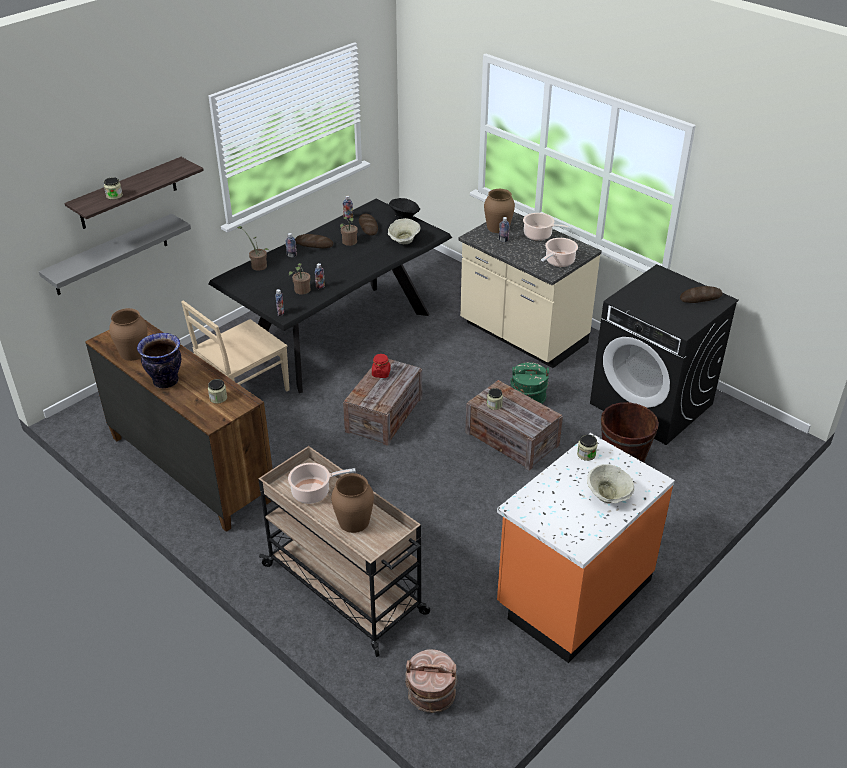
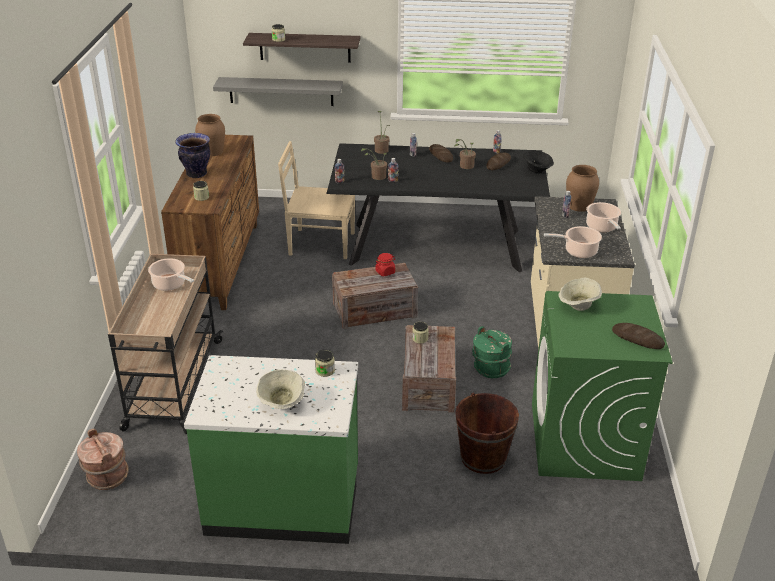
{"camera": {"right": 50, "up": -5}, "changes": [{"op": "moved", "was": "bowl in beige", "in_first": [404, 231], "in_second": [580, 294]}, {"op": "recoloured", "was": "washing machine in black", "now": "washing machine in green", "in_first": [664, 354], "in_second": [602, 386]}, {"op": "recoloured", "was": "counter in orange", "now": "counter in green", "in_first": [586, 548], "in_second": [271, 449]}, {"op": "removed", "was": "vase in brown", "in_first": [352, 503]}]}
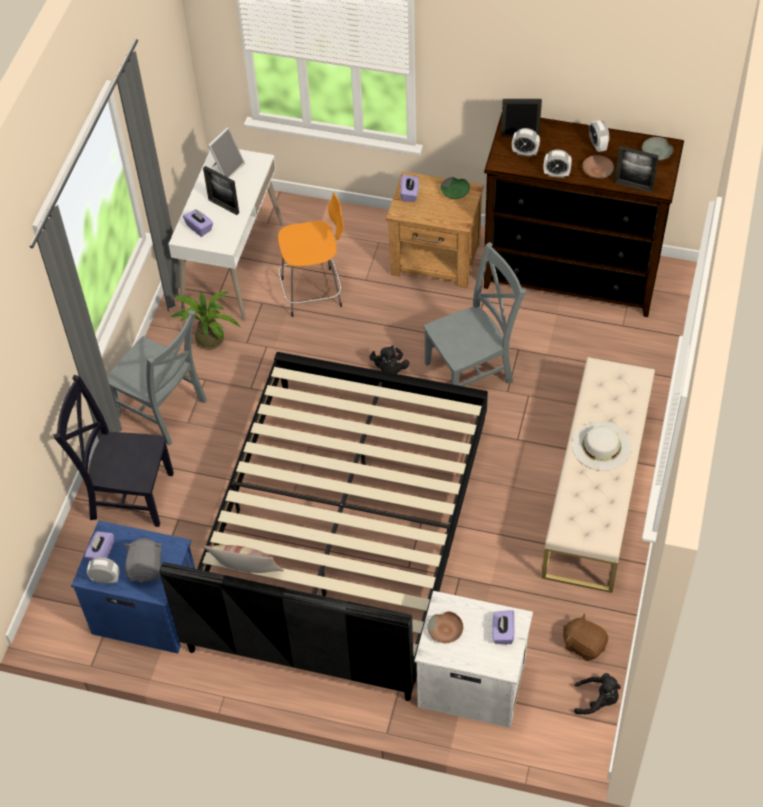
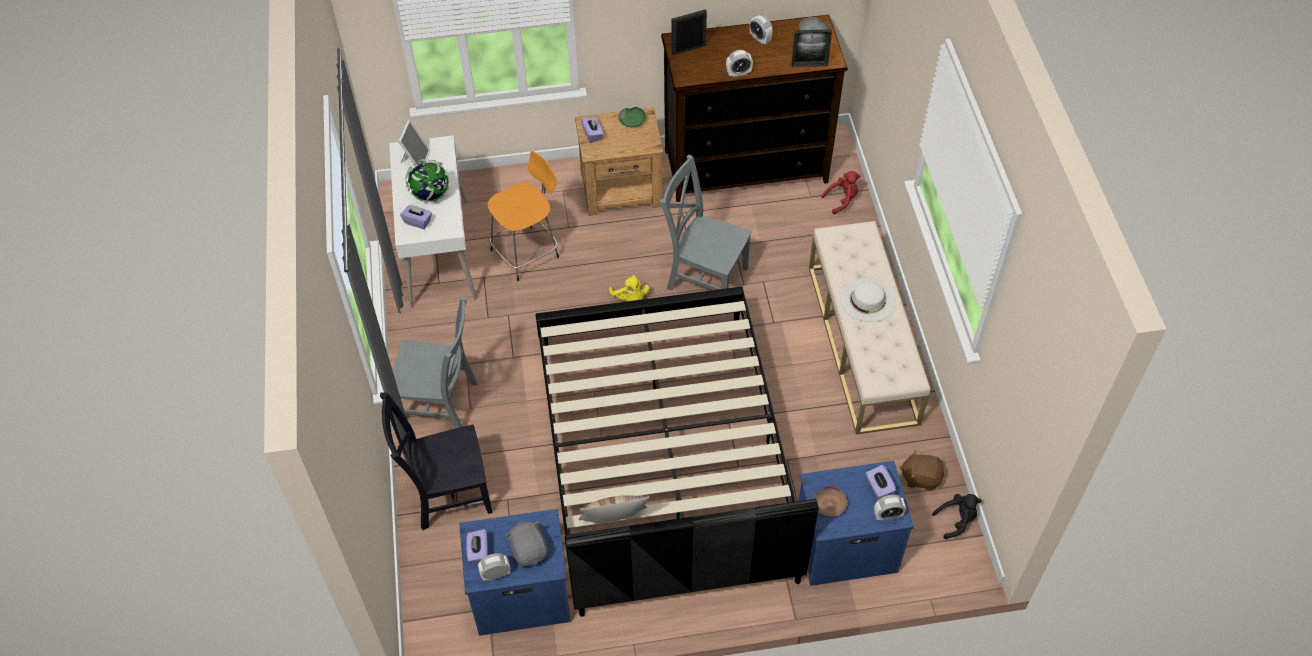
{"camera": {"right": -25, "up": 0}, "changes": [{"op": "moved", "was": "alarm clock", "in_first": [526, 142], "in_second": [890, 508]}, {"op": "removed", "was": "bowl in brown", "in_first": [598, 167]}, {"op": "replaced", "was": "picture frame", "now": "globe", "in_first": [221, 190], "in_second": [427, 180]}, {"op": "turned", "was": "chair in grey", "in_first": [474, 314], "in_second": [706, 222], "clockwise": -105}, {"op": "removed", "was": "potted plant", "in_first": [206, 321]}, {"op": "recoloured", "was": "plush toy in black", "now": "plush toy in yellow", "in_first": [389, 359], "in_second": [629, 288]}, {"op": "recoloured", "was": "nightstand in white", "now": "nightstand in blue", "in_first": [473, 659], "in_second": [856, 523]}, {"op": "added", "now": "plush toy in red", "in_second": [841, 192]}]}
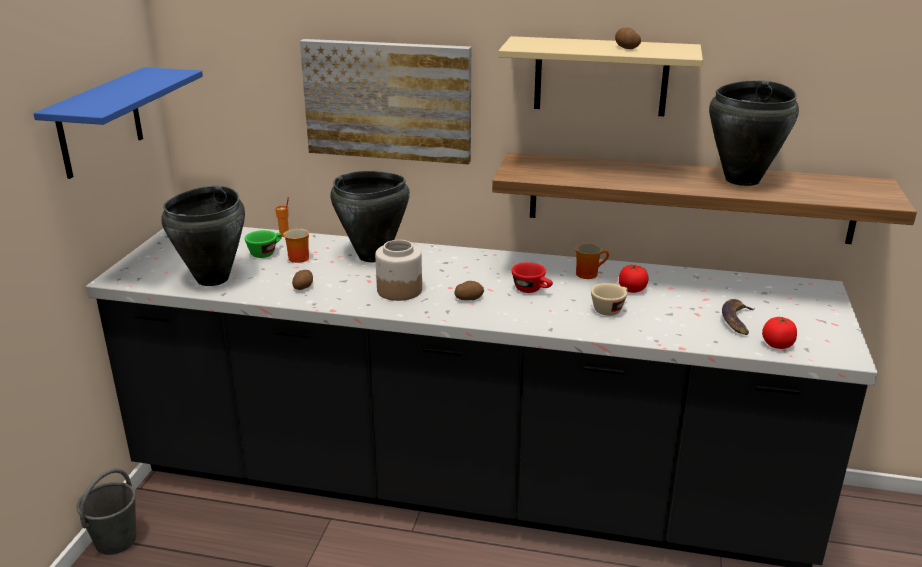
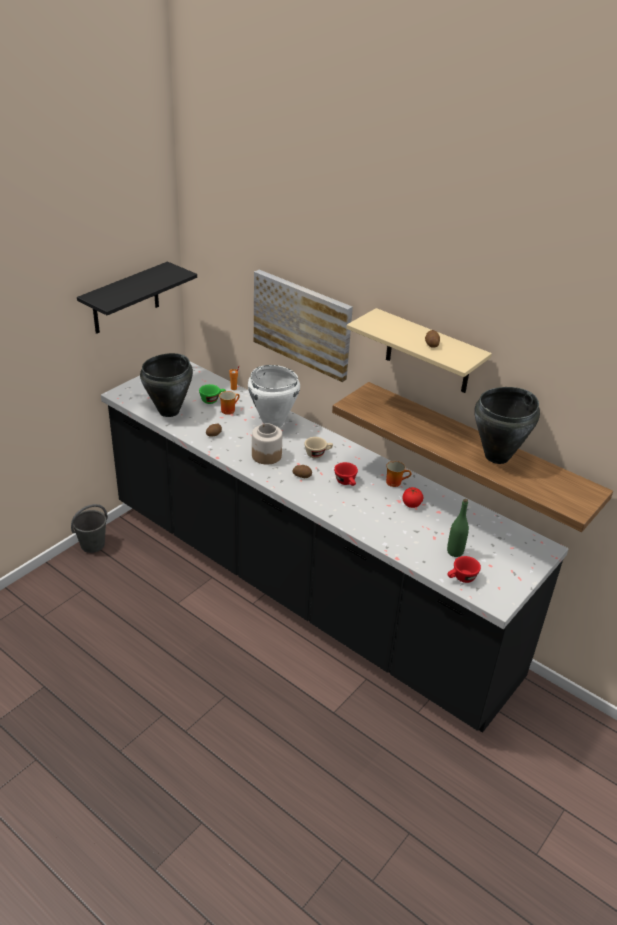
{"camera": {"right": 25, "up": 10}, "changes": [{"op": "recoloured", "was": "shelf in blue", "now": "shelf in black", "in_first": [118, 123], "in_second": [137, 298]}, {"op": "recoloured", "was": "cooking pot in black", "now": "cooking pot in white", "in_first": [370, 216], "in_second": [274, 396]}, {"op": "moved", "was": "cup in beige", "in_first": [609, 299], "in_second": [318, 447]}, {"op": "replaced", "was": "banana", "now": "bottle in green", "in_first": [738, 317], "in_second": [458, 528]}, {"op": "replaced", "was": "tomato", "now": "cup in red", "in_first": [779, 333], "in_second": [464, 569]}]}
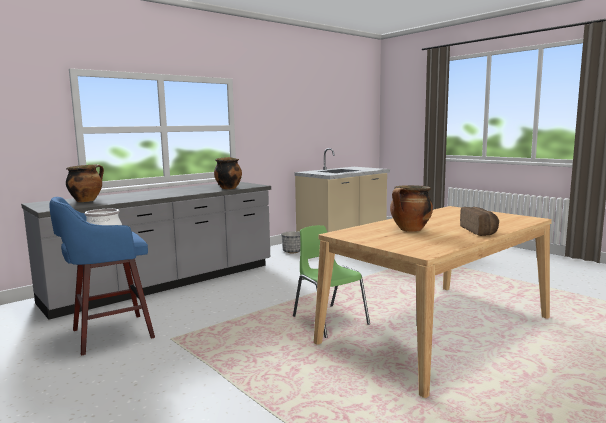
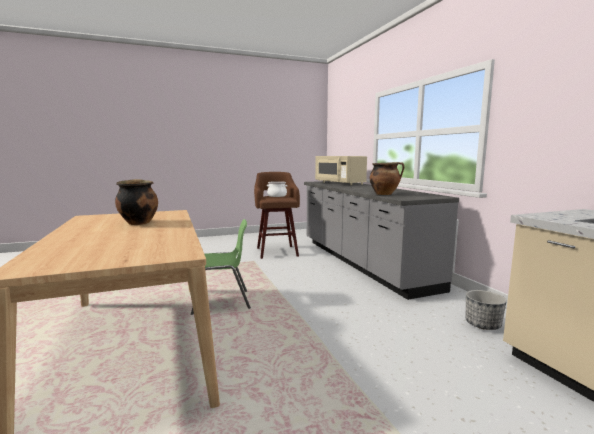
{"camera": {"right": 110, "up": 0}, "changes": [{"op": "replaced", "was": "cooking pot", "now": "microwave in beige", "in_first": [85, 183], "in_second": [341, 170]}, {"op": "recoloured", "was": "stool in blue", "now": "stool in brown", "in_first": [102, 276], "in_second": [277, 215]}, {"op": "removed", "was": "bread", "in_first": [479, 221]}]}
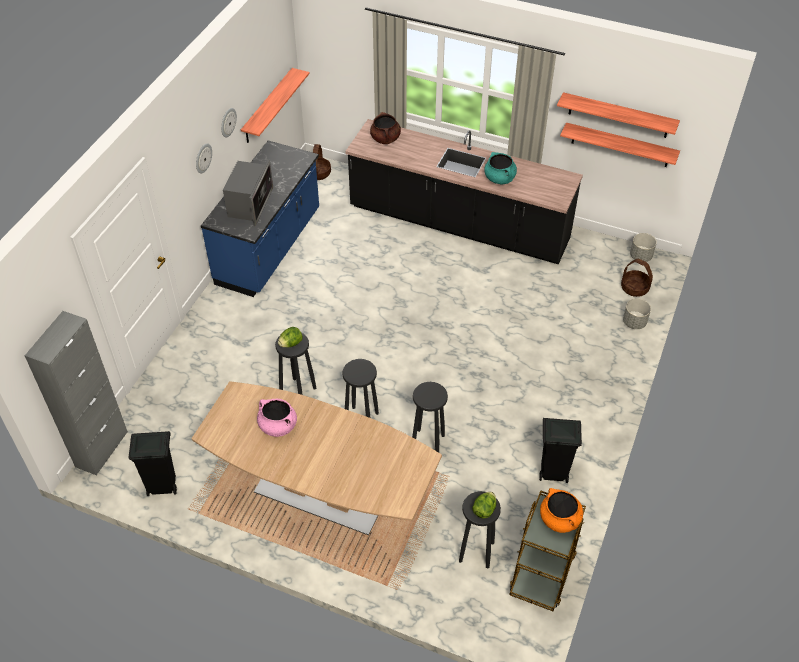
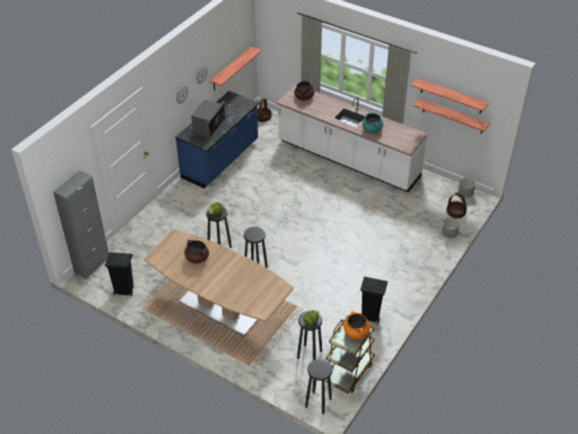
{"camera": {"right": 10, "up": -5}, "changes": [{"op": "recoloured", "was": "counter in black", "now": "counter in white", "in_first": [464, 192], "in_second": [352, 138]}, {"op": "moved", "was": "stool in black", "in_first": [430, 417], "in_second": [319, 386]}, {"op": "recoloured", "was": "cooking pot in pink", "now": "cooking pot in brown", "in_first": [277, 418], "in_second": [196, 252]}]}
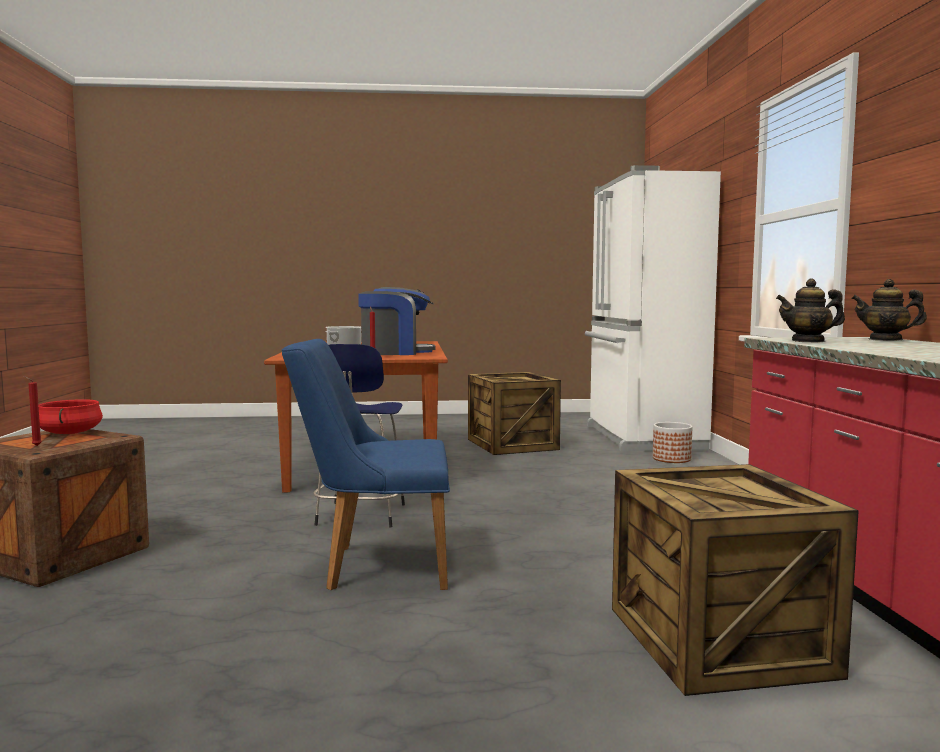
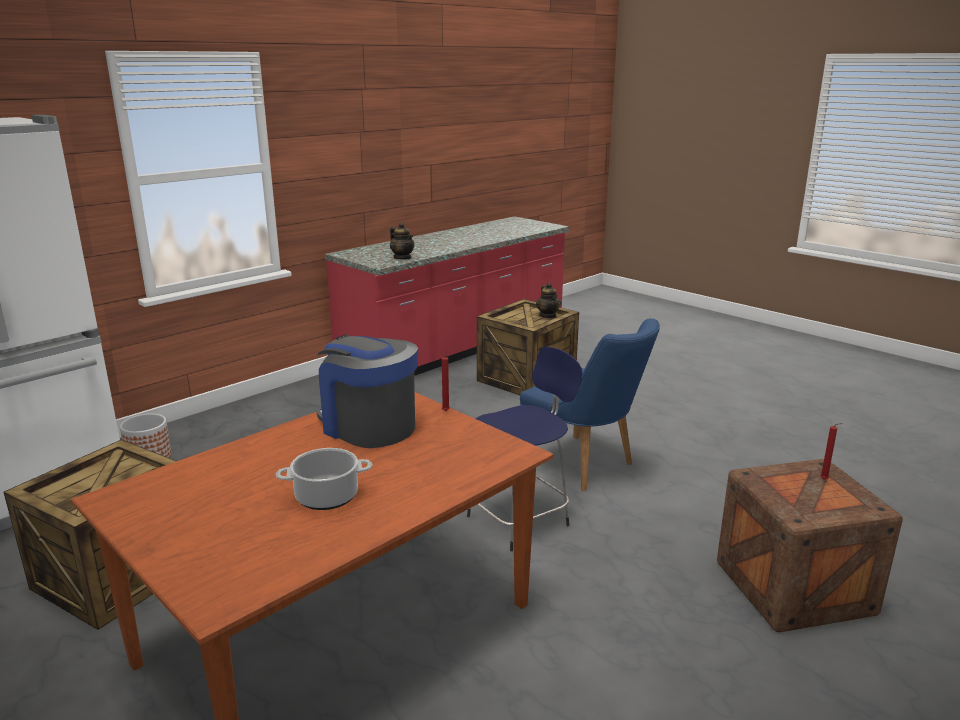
{"camera": {"right": -130, "up": 15}, "changes": [{"op": "moved", "was": "teapot", "in_first": [889, 310], "in_second": [548, 300]}, {"op": "removed", "was": "cooking pot in red", "in_first": [70, 416]}]}
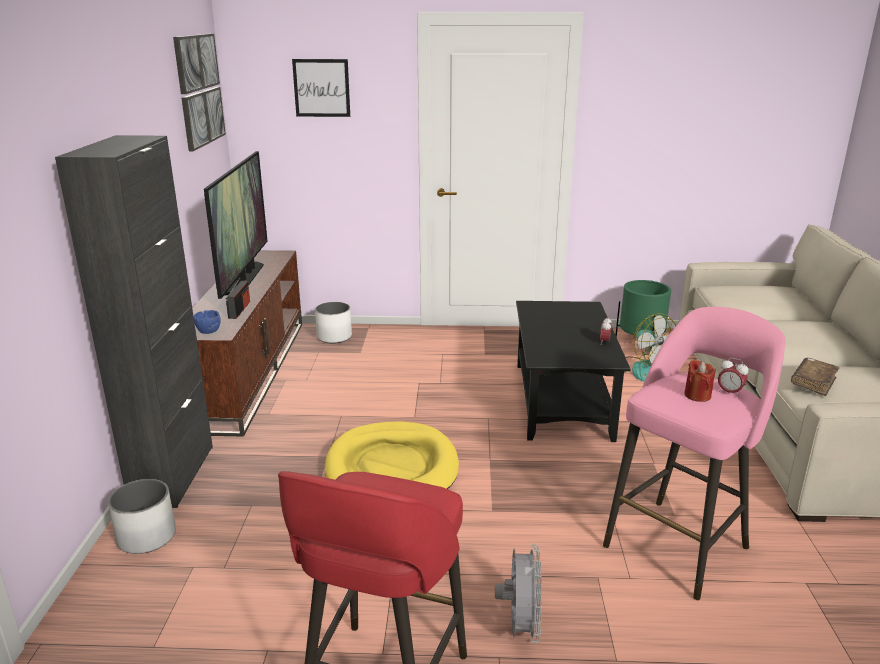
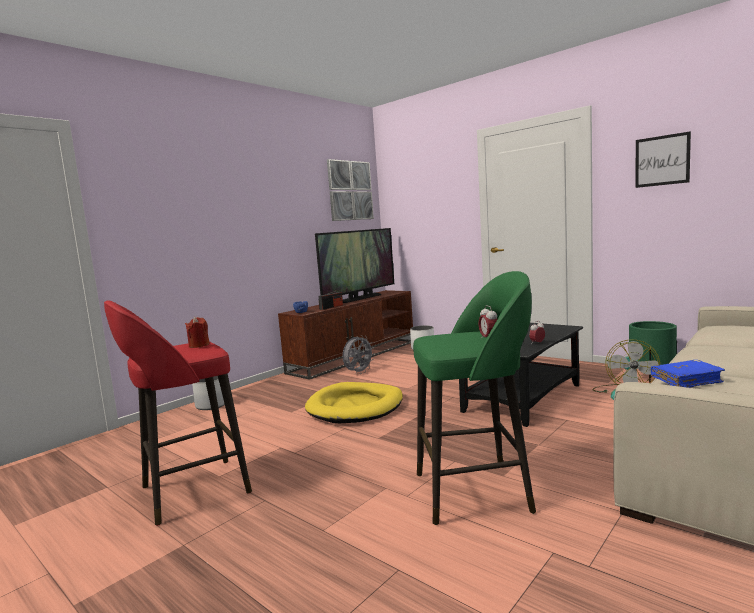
{"camera": {"right": 40, "up": -15}, "changes": [{"op": "moved", "was": "picture", "in_first": [321, 88], "in_second": [663, 159]}, {"op": "removed", "was": "cabinet in black", "in_first": [134, 321]}, {"op": "recoloured", "was": "stool in pink", "now": "stool in green", "in_first": [694, 453], "in_second": [474, 398]}, {"op": "recoloured", "was": "book in brown", "now": "book in blue", "in_first": [815, 377], "in_second": [688, 374]}, {"op": "moved", "was": "candle in red", "in_first": [700, 381], "in_second": [197, 332]}, {"op": "moved", "was": "fan in grey", "in_first": [518, 593], "in_second": [358, 354]}]}
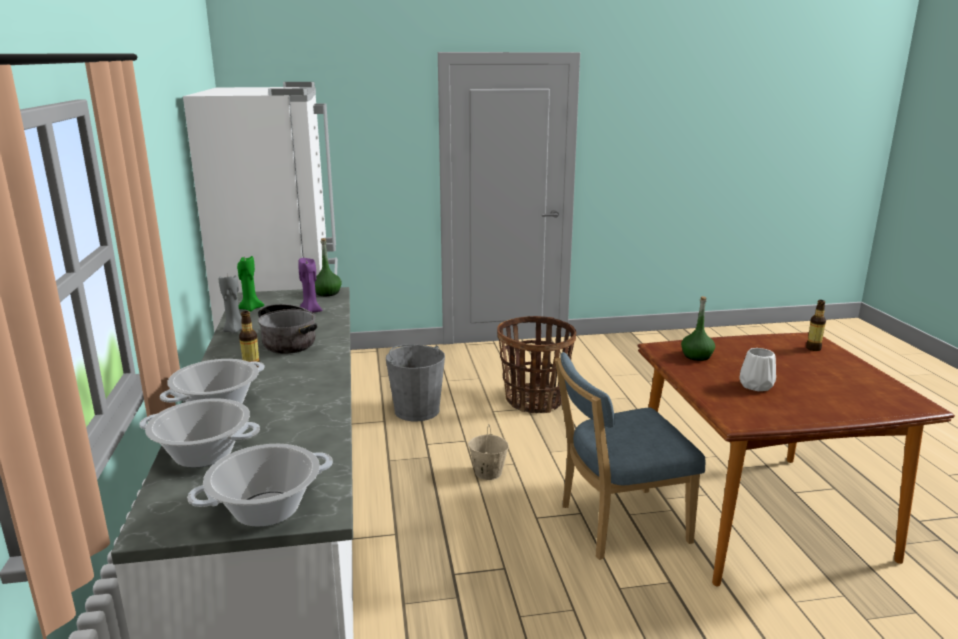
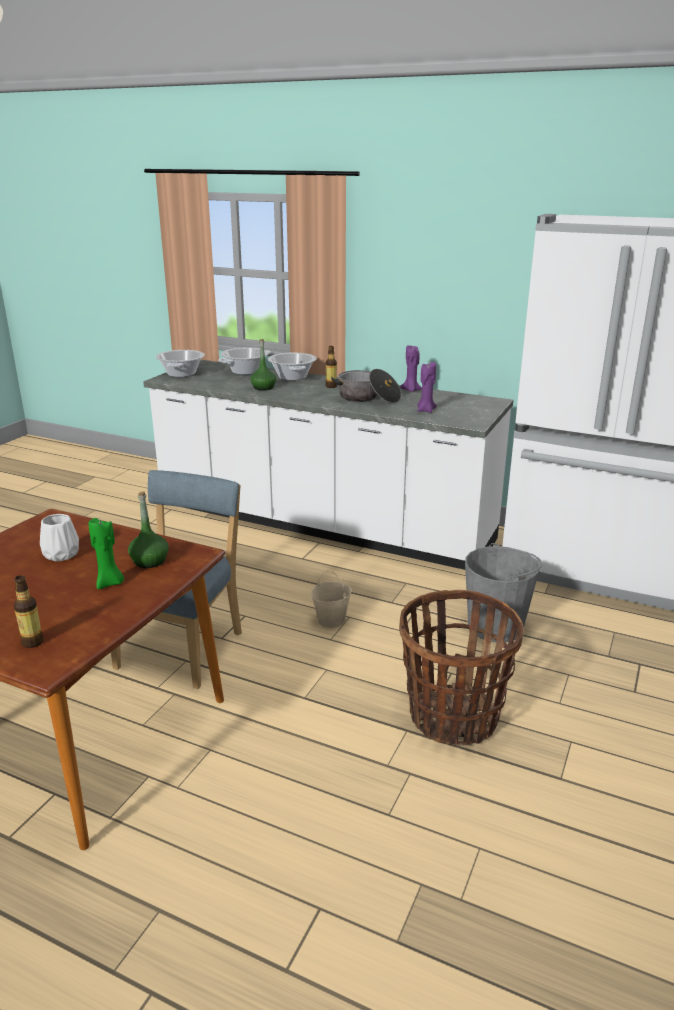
{"camera": {"right": 125, "up": 5}, "changes": [{"op": "moved", "was": "bottle in green", "in_first": [328, 267], "in_second": [263, 365]}, {"op": "moved", "was": "candle in green", "in_first": [250, 283], "in_second": [106, 553]}, {"op": "recoloured", "was": "candle in grey", "now": "candle in purple", "in_first": [230, 303], "in_second": [411, 368]}]}
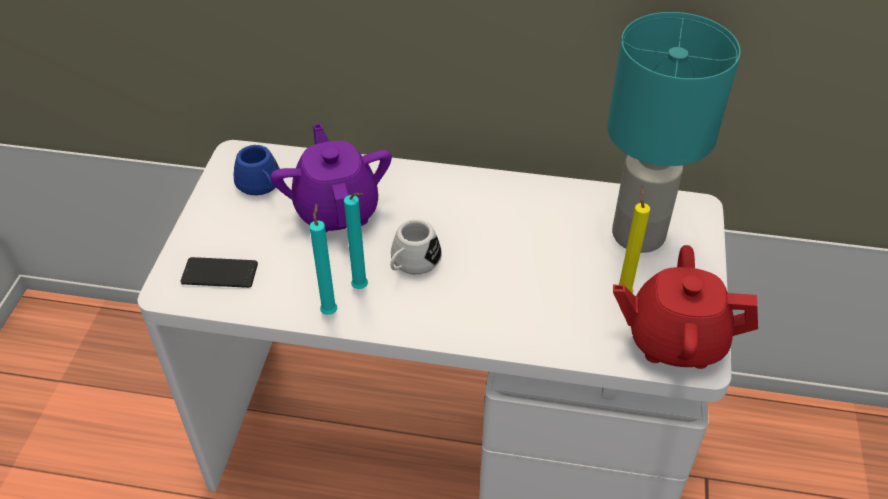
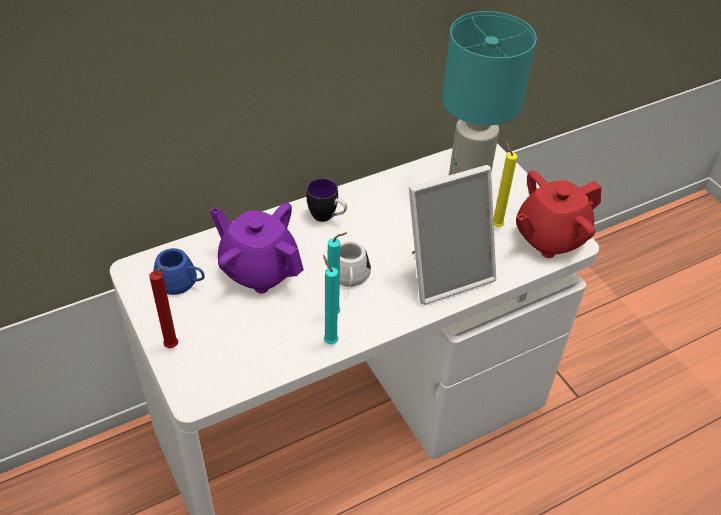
{"camera": {"right": -40, "up": 0}, "changes": [{"op": "removed", "was": "phone", "in_first": [219, 272]}, {"op": "added", "now": "picture frame", "in_second": [452, 235]}, {"op": "added", "now": "mug", "in_second": [327, 200]}, {"op": "added", "now": "candle in red", "in_second": [163, 307]}]}
